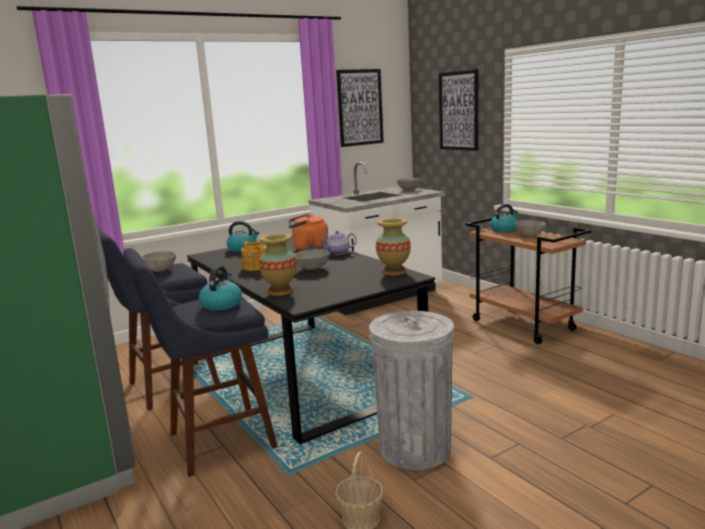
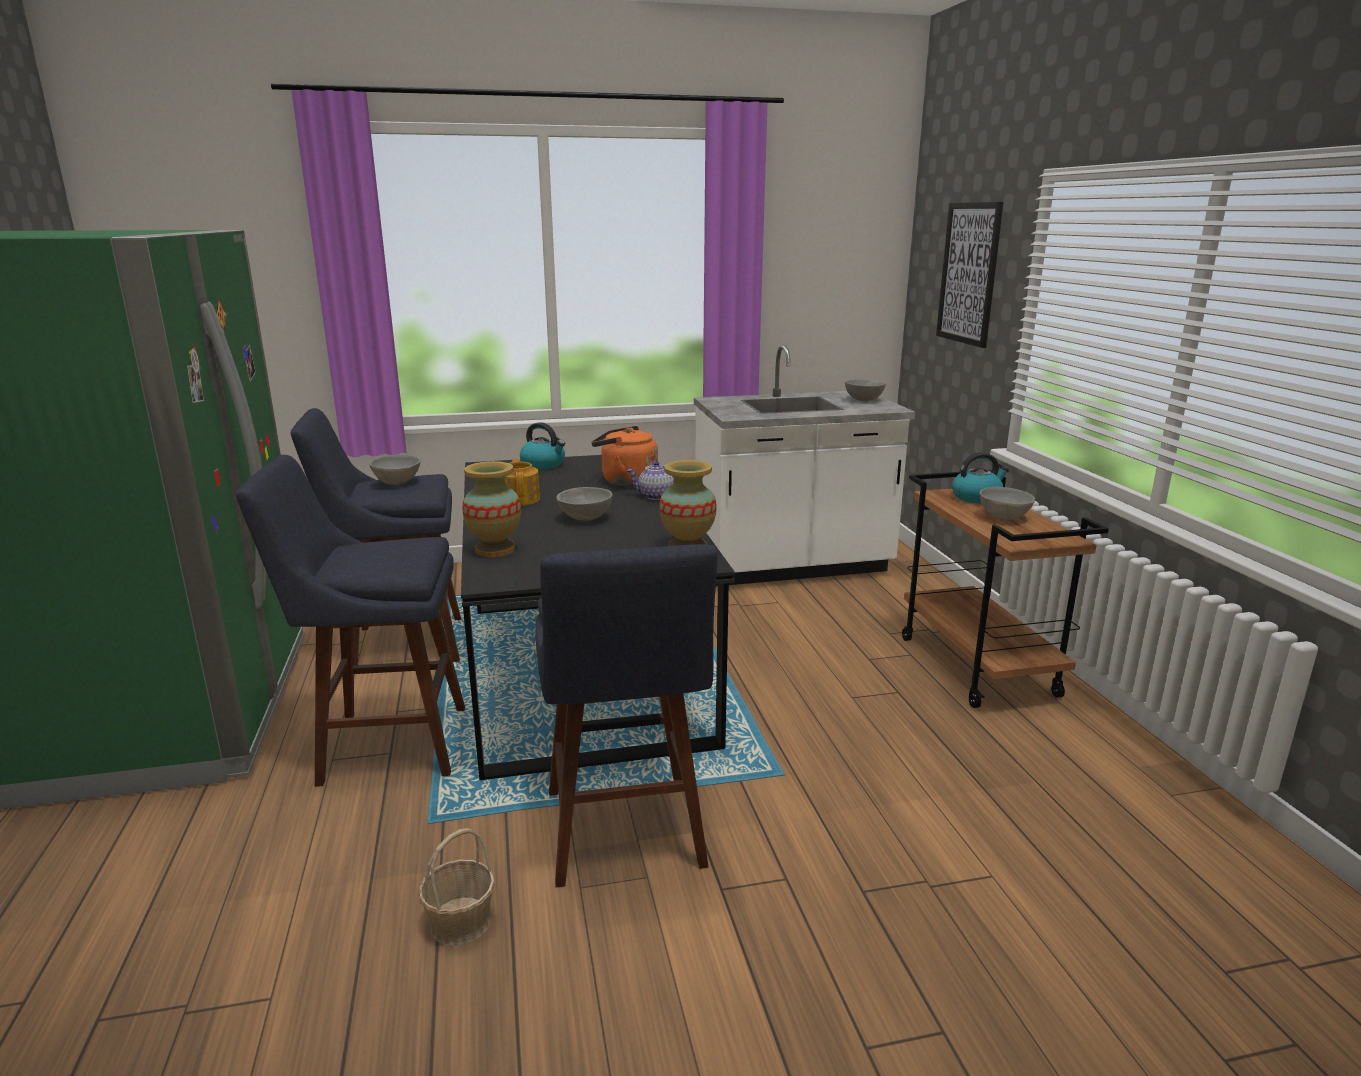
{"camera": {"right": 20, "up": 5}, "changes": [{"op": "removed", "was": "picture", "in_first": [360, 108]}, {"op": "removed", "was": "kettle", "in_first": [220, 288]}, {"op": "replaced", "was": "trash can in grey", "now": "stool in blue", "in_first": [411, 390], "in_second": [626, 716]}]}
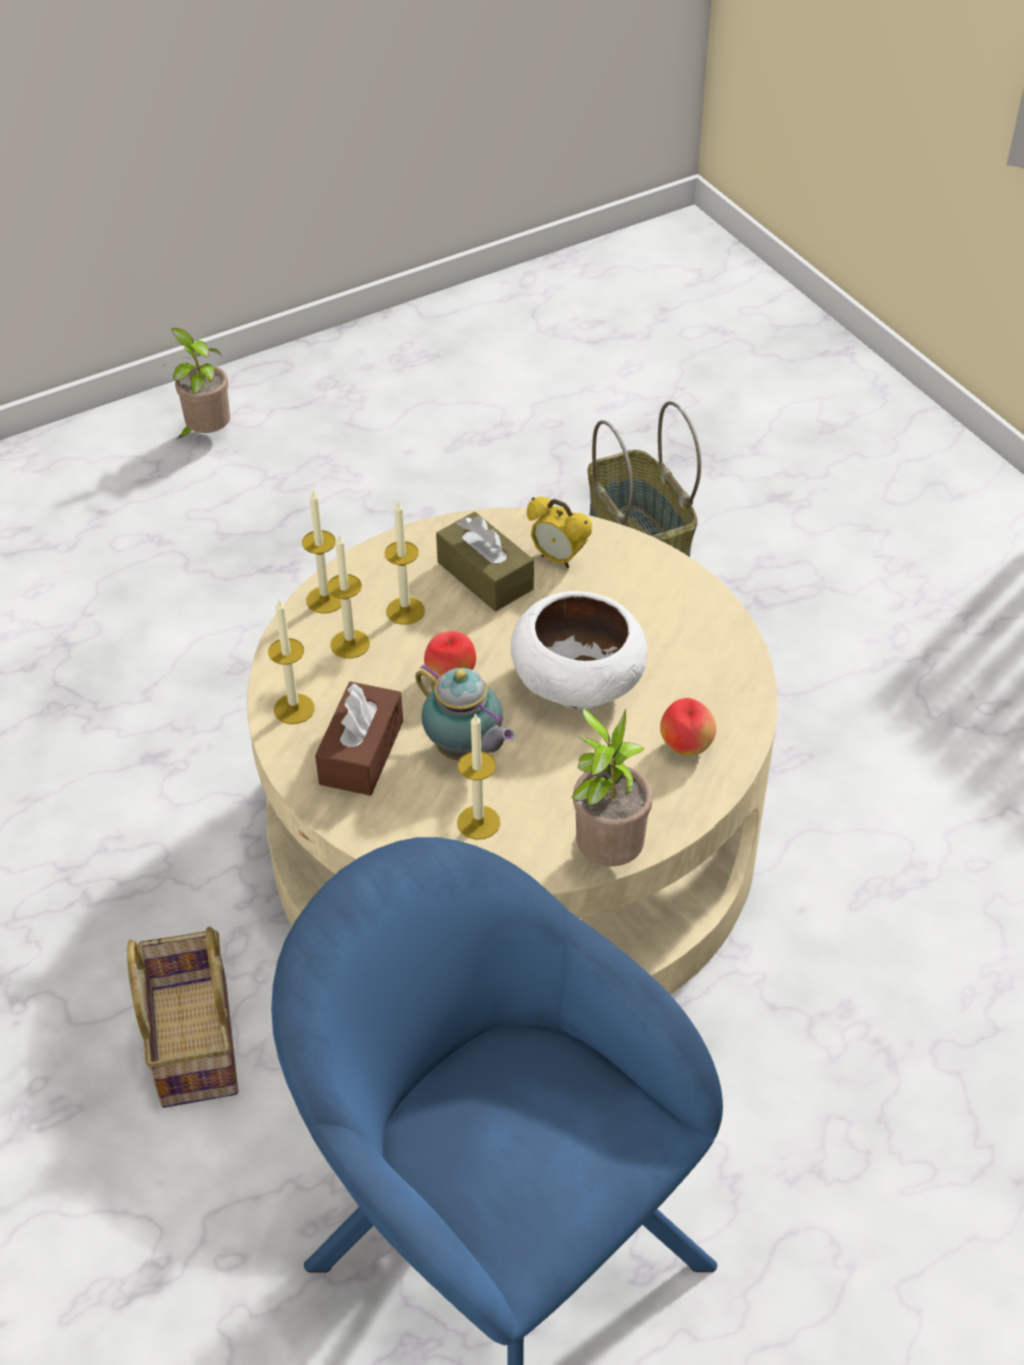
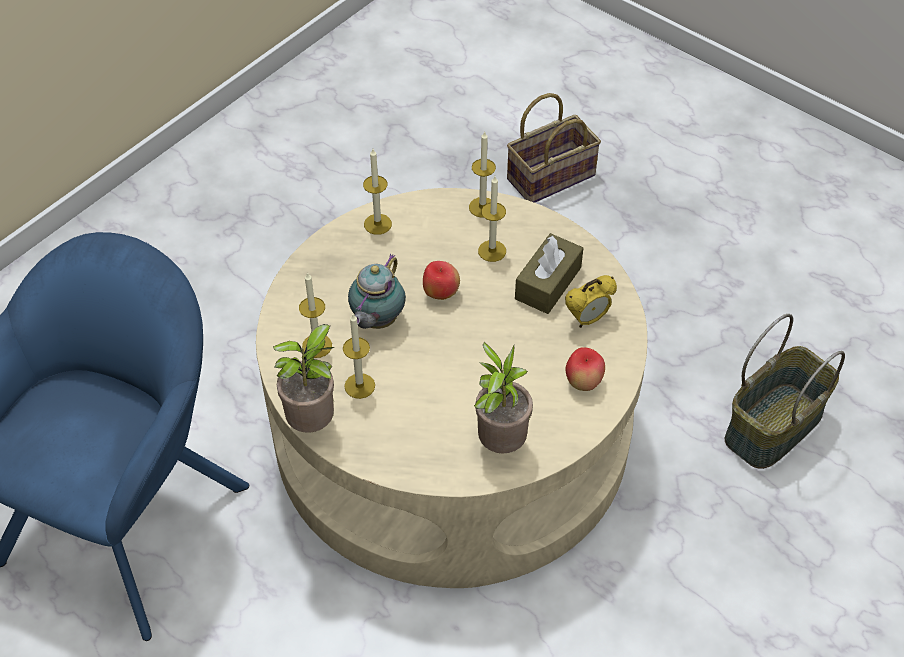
{"camera": {"right": 70, "up": 5}, "changes": [{"op": "moved", "was": "potted plant", "in_first": [197, 383], "in_second": [503, 398]}, {"op": "turned", "was": "alarm clock", "in_first": [559, 532], "in_second": [591, 301], "clockwise": -135}, {"op": "moved", "was": "candle", "in_first": [348, 597], "in_second": [359, 356]}, {"op": "removed", "was": "bowl in white", "in_first": [579, 650]}, {"op": "removed", "was": "tissue box in brown", "in_first": [359, 739]}, {"op": "moved", "was": "apple", "in_first": [688, 727], "in_second": [585, 369]}, {"op": "moved", "was": "basket", "in_first": [182, 1017], "in_second": [554, 148]}]}
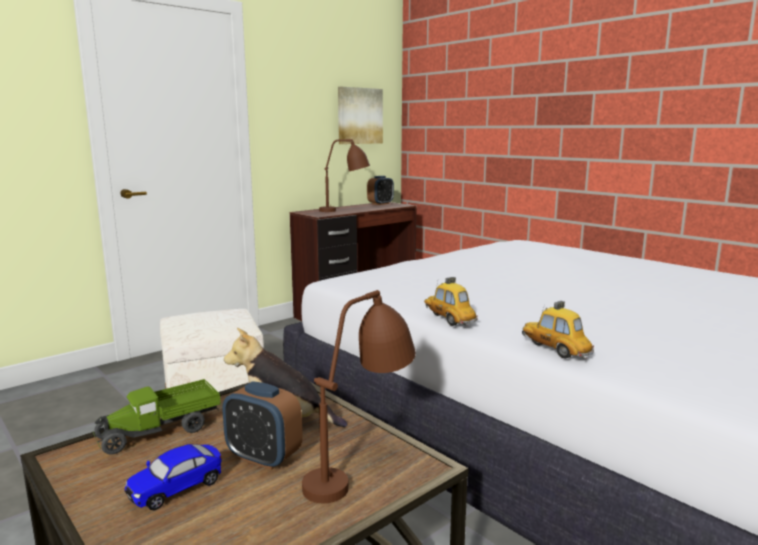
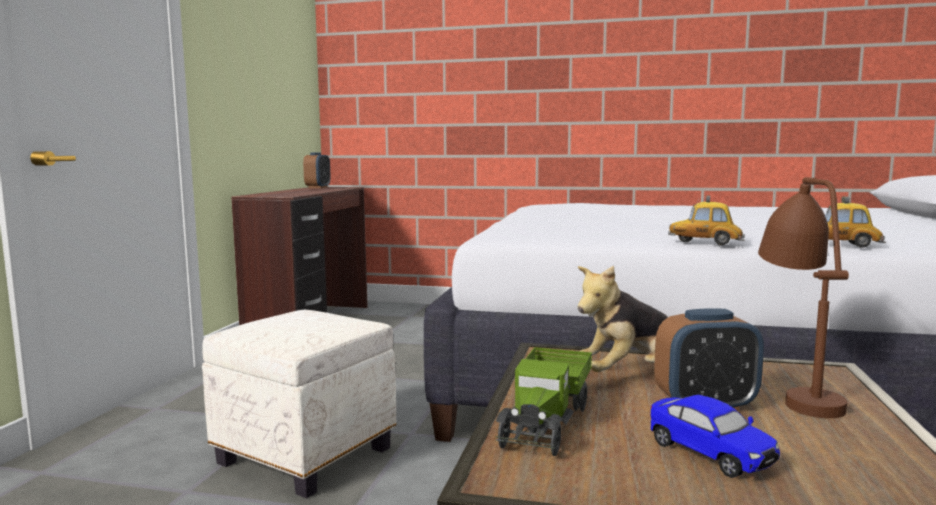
{"camera": {"right": -35, "up": -5}, "changes": [{"op": "removed", "was": "picture", "in_first": [360, 115]}, {"op": "removed", "was": "table lamp in brown", "in_first": [344, 175]}, {"op": "turned", "was": "toy car", "in_first": [173, 477], "in_second": [715, 436], "clockwise": -45}]}
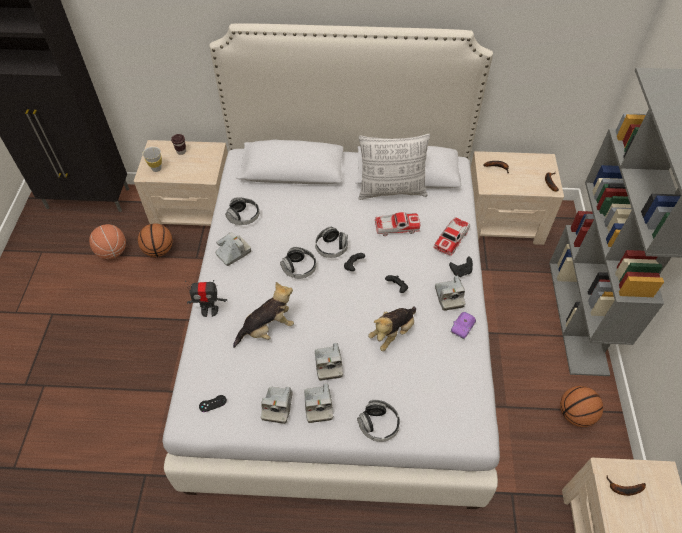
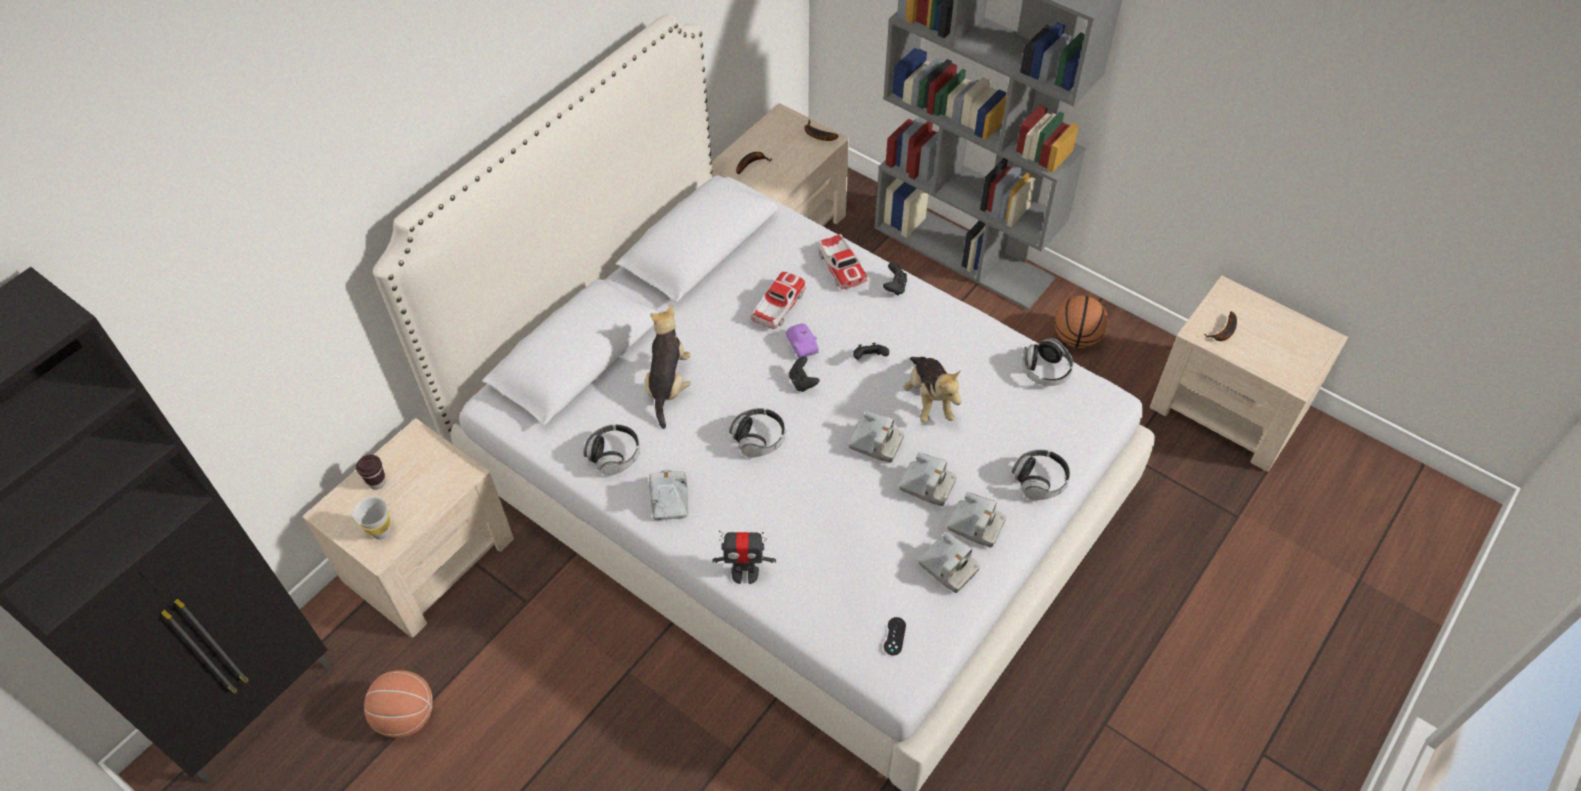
{"camera": {"right": -55, "up": 0}, "changes": [{"op": "removed", "was": "pillow", "in_first": [394, 167]}, {"op": "removed", "was": "basketball", "in_first": [155, 240]}, {"op": "moved", "was": "headphones", "in_first": [331, 242], "in_second": [1048, 362]}, {"op": "moved", "was": "photo camera", "in_first": [450, 293], "in_second": [876, 437]}, {"op": "turned", "was": "toy robot", "in_first": [206, 298], "in_second": [744, 557], "clockwise": 60}, {"op": "moved", "was": "plush toy", "in_first": [263, 315], "in_second": [668, 367]}, {"op": "moved", "was": "toy car in purple", "in_first": [463, 325], "in_second": [802, 341]}]}
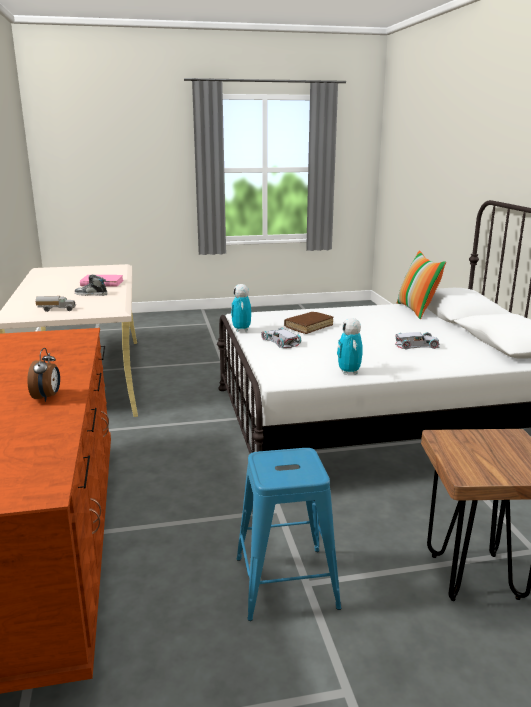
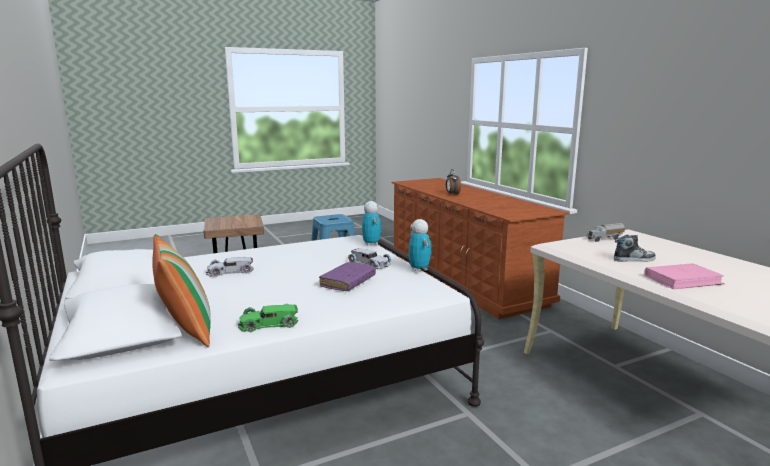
{"camera": {"right": 165, "up": -5}, "changes": [{"op": "recoloured", "was": "book in brown", "now": "book in purple", "in_first": [309, 323], "in_second": [347, 276]}, {"op": "moved", "was": "toy robot", "in_first": [349, 346], "in_second": [372, 223]}, {"op": "added", "now": "toy car in green", "in_second": [268, 317]}]}
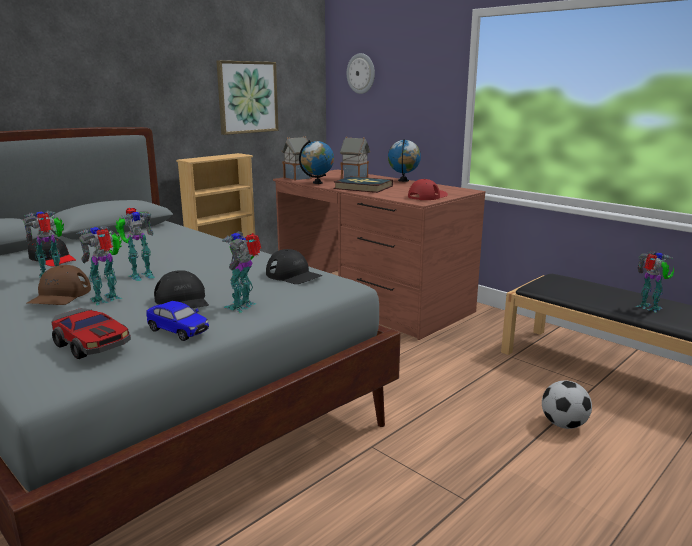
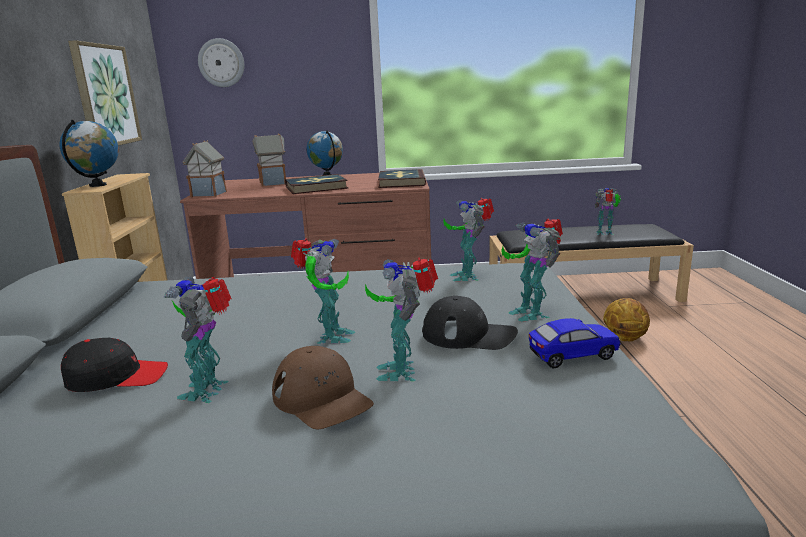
{"camera": {"right": -45, "up": 0}, "changes": [{"op": "moved", "was": "globe", "in_first": [316, 162], "in_second": [89, 153]}, {"op": "replaced", "was": "cap in red", "now": "book", "in_first": [428, 189], "in_second": [402, 178]}, {"op": "replaced", "was": "cap in black", "now": "toy robot", "in_first": [294, 266], "in_second": [468, 239]}, {"op": "removed", "was": "toy car", "in_first": [91, 333]}, {"op": "replaced", "was": "football", "now": "basketball", "in_first": [567, 405], "in_second": [626, 320]}]}
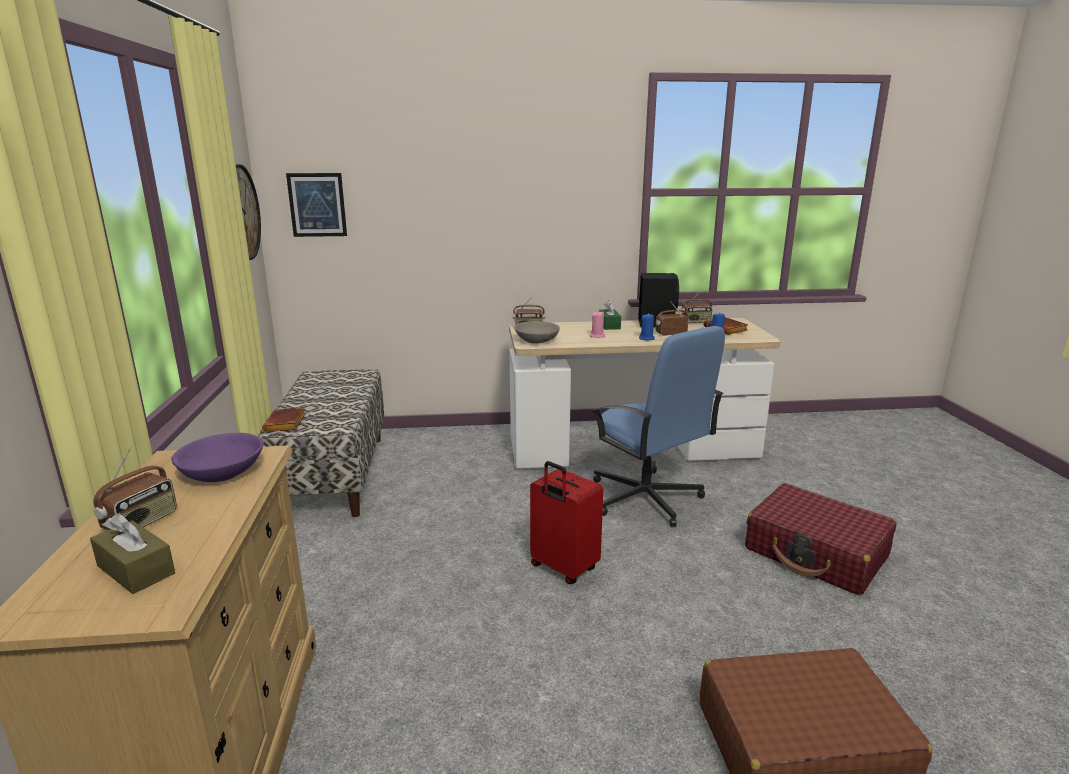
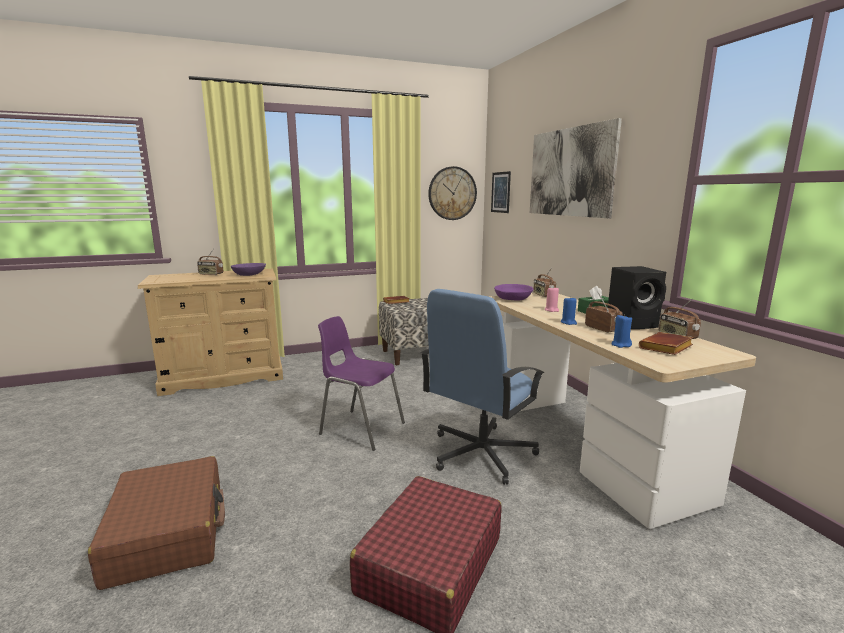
{"camera": {"right": 75, "up": -5}, "changes": [{"op": "recoloured", "was": "bowl in grey", "now": "bowl in purple", "in_first": [537, 332], "in_second": [513, 292]}, {"op": "replaced", "was": "suitcase in red", "now": "chair in purple", "in_first": [566, 522], "in_second": [361, 383]}, {"op": "removed", "was": "tissue box in brown", "in_first": [132, 553]}, {"op": "added", "now": "picture", "in_second": [576, 168]}]}
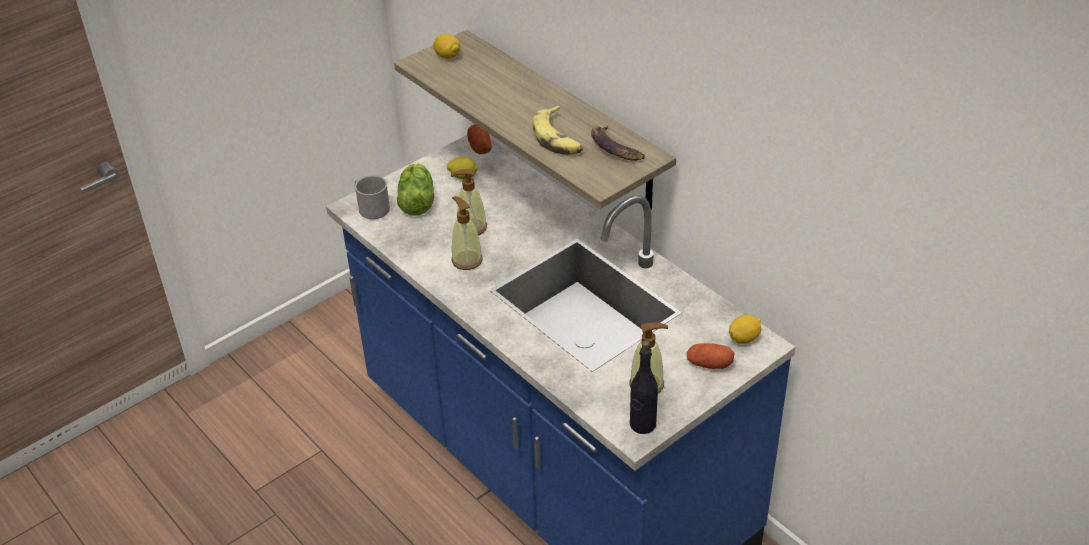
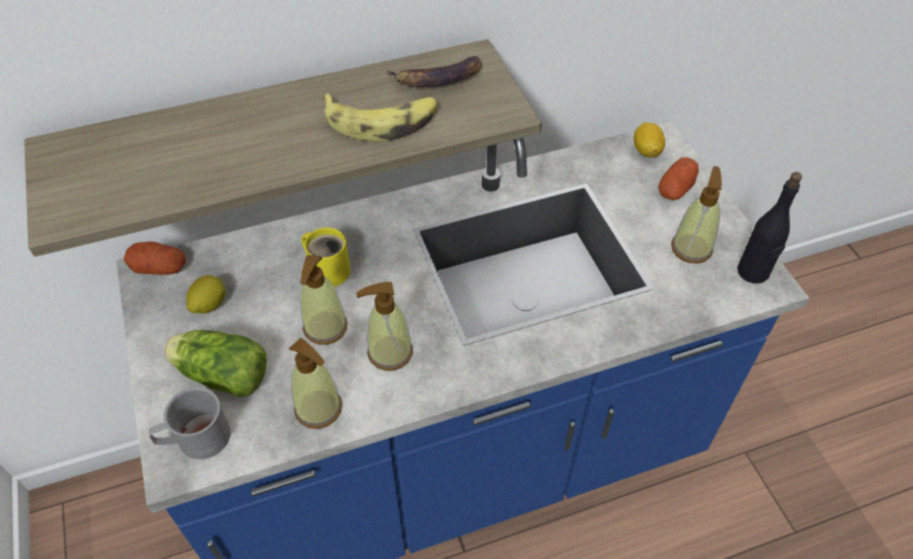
{"camera": {"right": -70, "up": 10}, "changes": [{"op": "removed", "was": "lemon", "in_first": [446, 46]}, {"op": "added", "now": "mug in yellow", "in_second": [326, 257]}, {"op": "added", "now": "soap dispenser", "in_second": [315, 383]}]}
